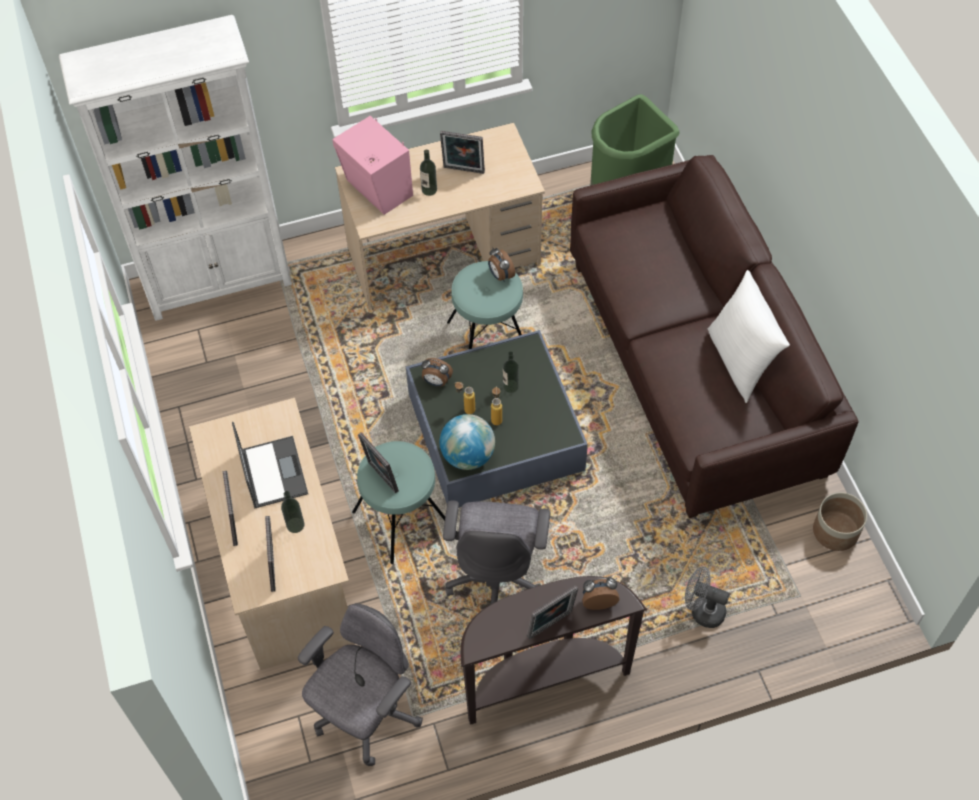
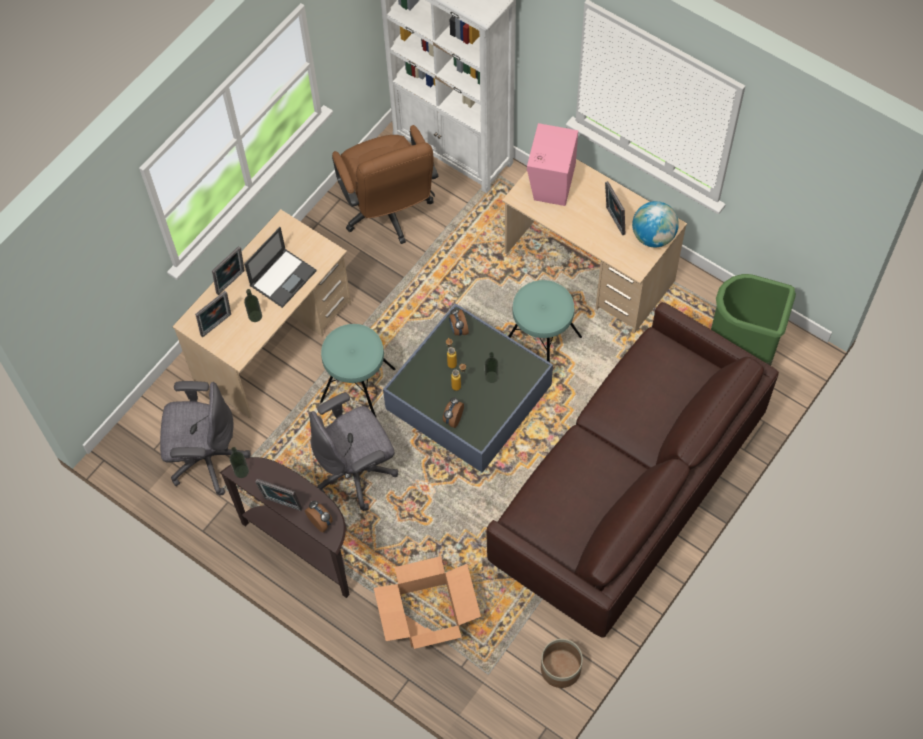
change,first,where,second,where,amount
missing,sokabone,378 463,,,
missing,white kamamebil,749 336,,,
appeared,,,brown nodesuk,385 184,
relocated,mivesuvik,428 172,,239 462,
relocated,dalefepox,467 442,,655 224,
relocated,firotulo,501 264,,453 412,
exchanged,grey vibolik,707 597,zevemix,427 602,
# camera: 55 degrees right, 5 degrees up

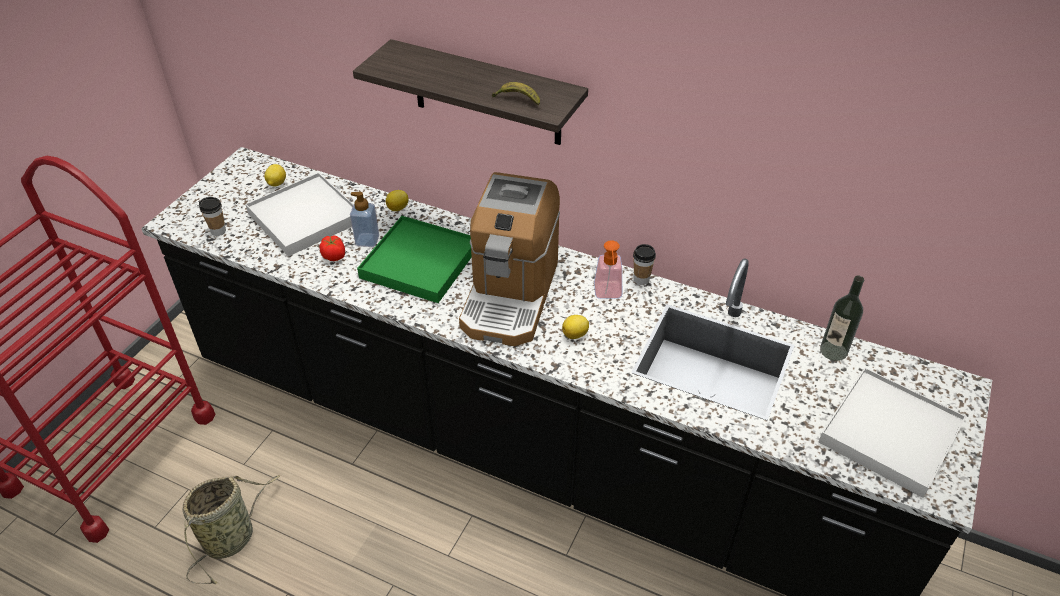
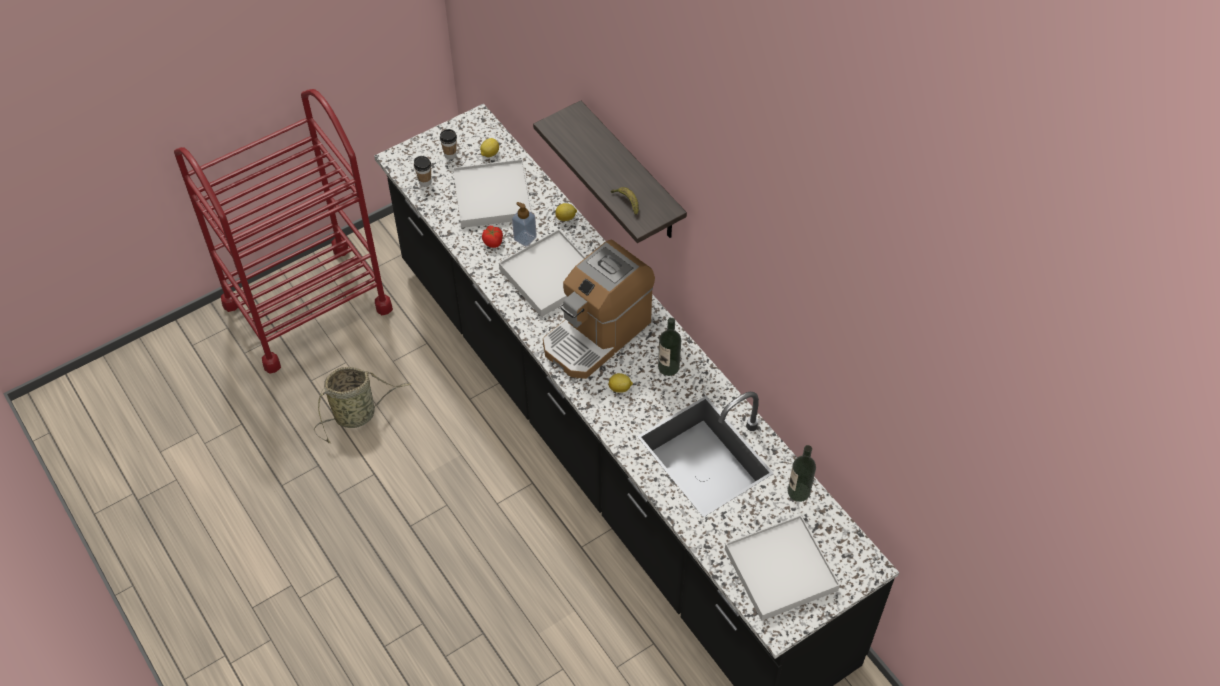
change,first,where,second,where,amount
relocated,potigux,644 264,,448 144,
exchanged,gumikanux,608 269,mivesuvik,669 347,
colour,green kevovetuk,414 259,white kevovetuk,542 273,
# camera: 30 degrees right, 10 degrees up

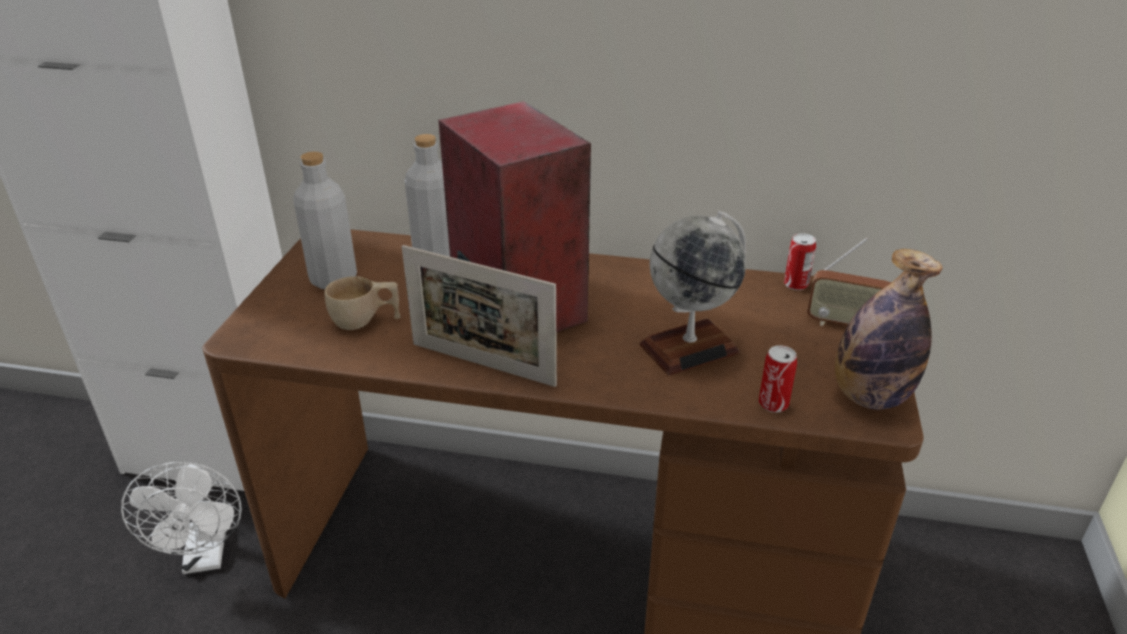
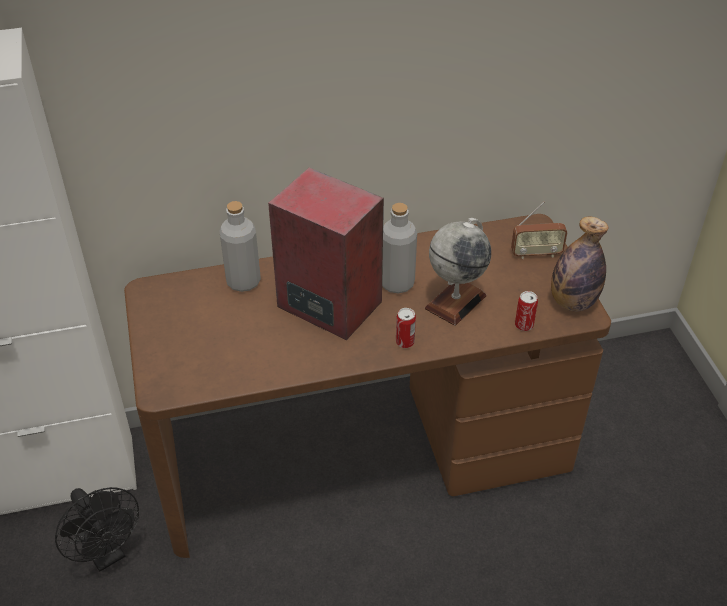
change,first,where,second,where,amount
missing,beige potigux,363 303,,,
missing,sokabone,479 316,,,
relocated,grey mivesuvik,325 220,,399 248,
relocated,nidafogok,800 261,,406 328,
colour,white vibolik,181 518,black vibolik,97 529,
# camera: 25 degrees left, 10 degrees up

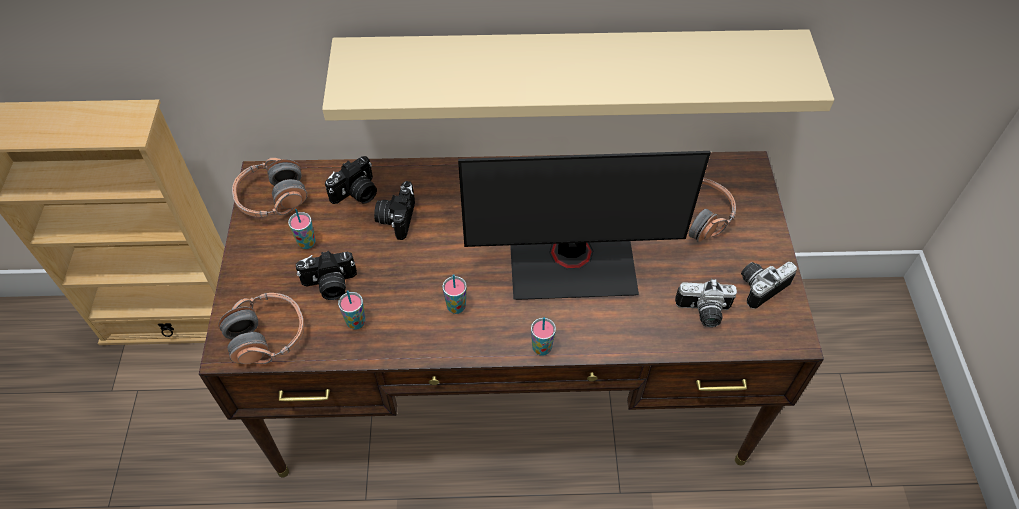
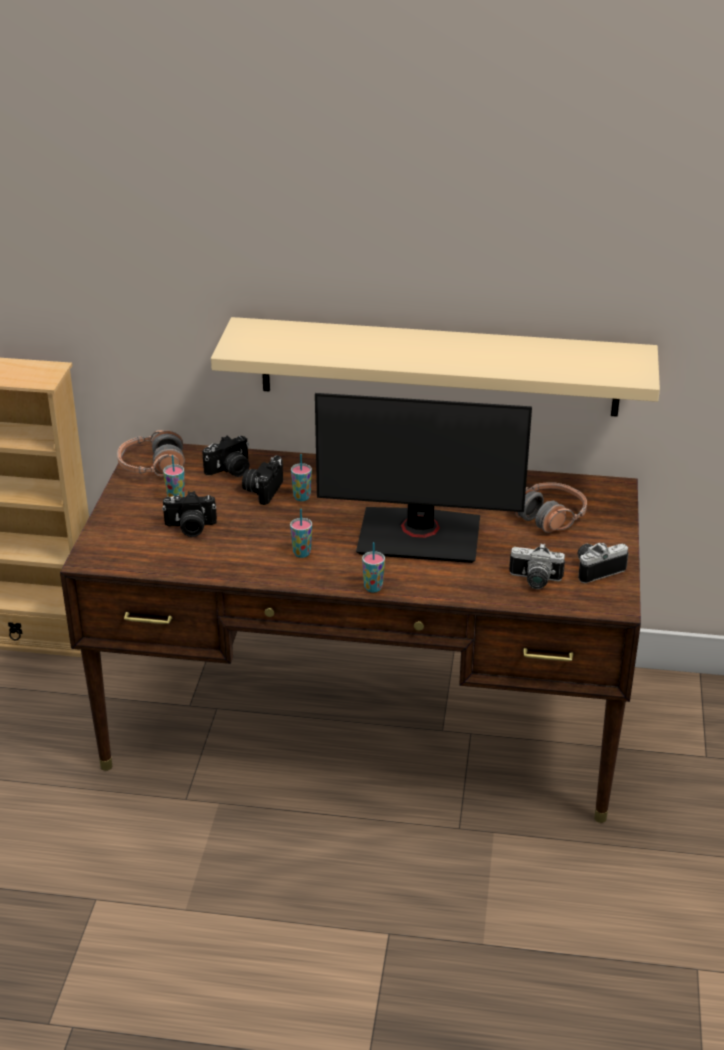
change,first,where,second,where,amount
missing,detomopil,261 328,,,
relocated,potigux,352 310,,301 477,
# camera: 10 degrees right, 20 degrees down

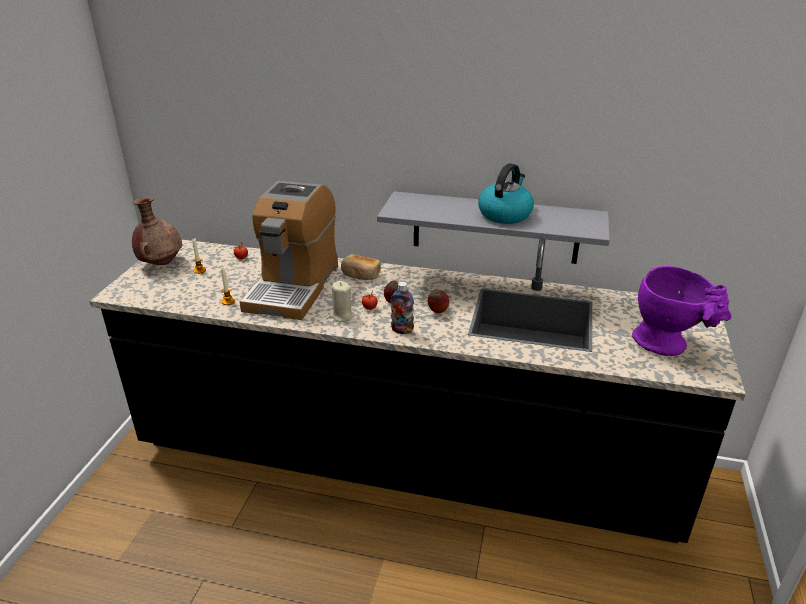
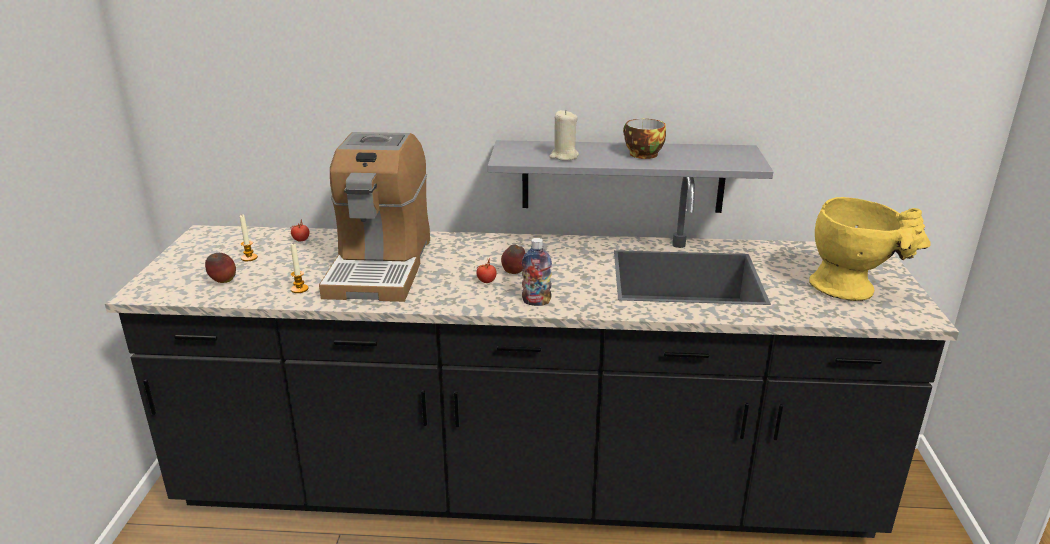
change,first,where,second,where,amount
missing,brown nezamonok,157 231,,,
missing,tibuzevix,361 267,,,
relocated,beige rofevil,342 301,,564 135,
relocated,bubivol,438 301,,220 268,
exchanged,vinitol,506 193,potigux,644 139,
colour,purple nezamonok,682 311,yellow nezamonok,870 249,
# camera: 10 degrees left, 5 degrees down

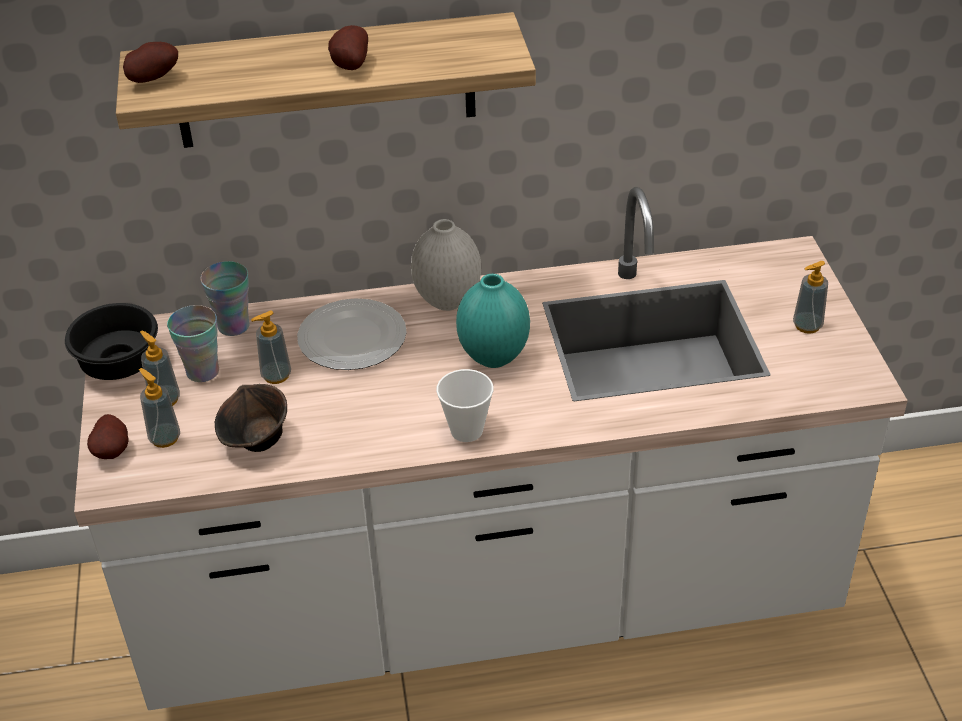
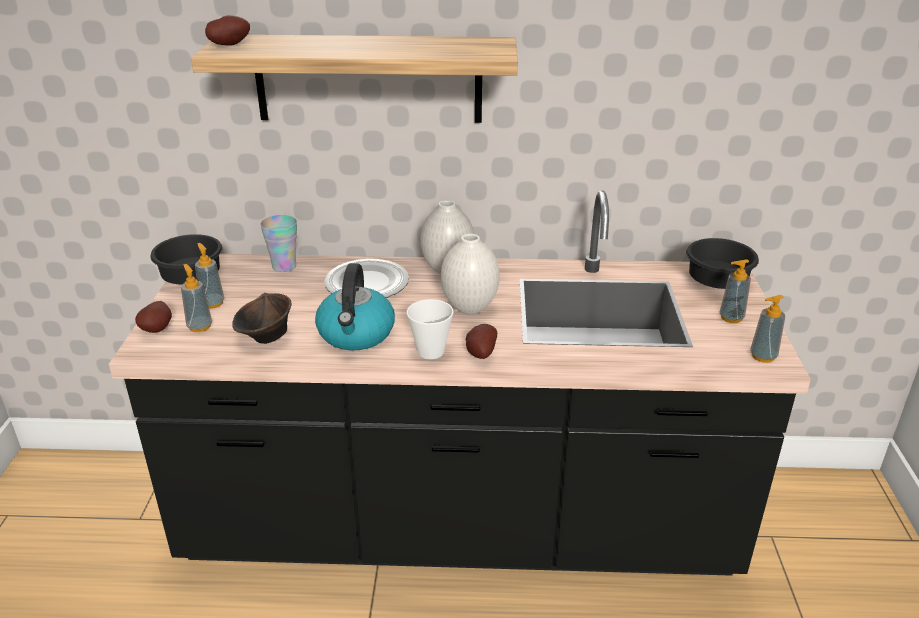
change,first,where,second,where,amount
missing,potigux,193 343,,,
appeared,,,vinitol,355 306,
appeared,,,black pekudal,722 263,
relocated,gumikanux,271 347,,767 329,
relocated,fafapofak,348 47,,481 341,
colour,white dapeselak,491 448,black dapeselak,460 383,
colour,turquoise nezamonok,493 321,white nezamonok,470 274,
# camera: 10 degrees right, 10 degrees down

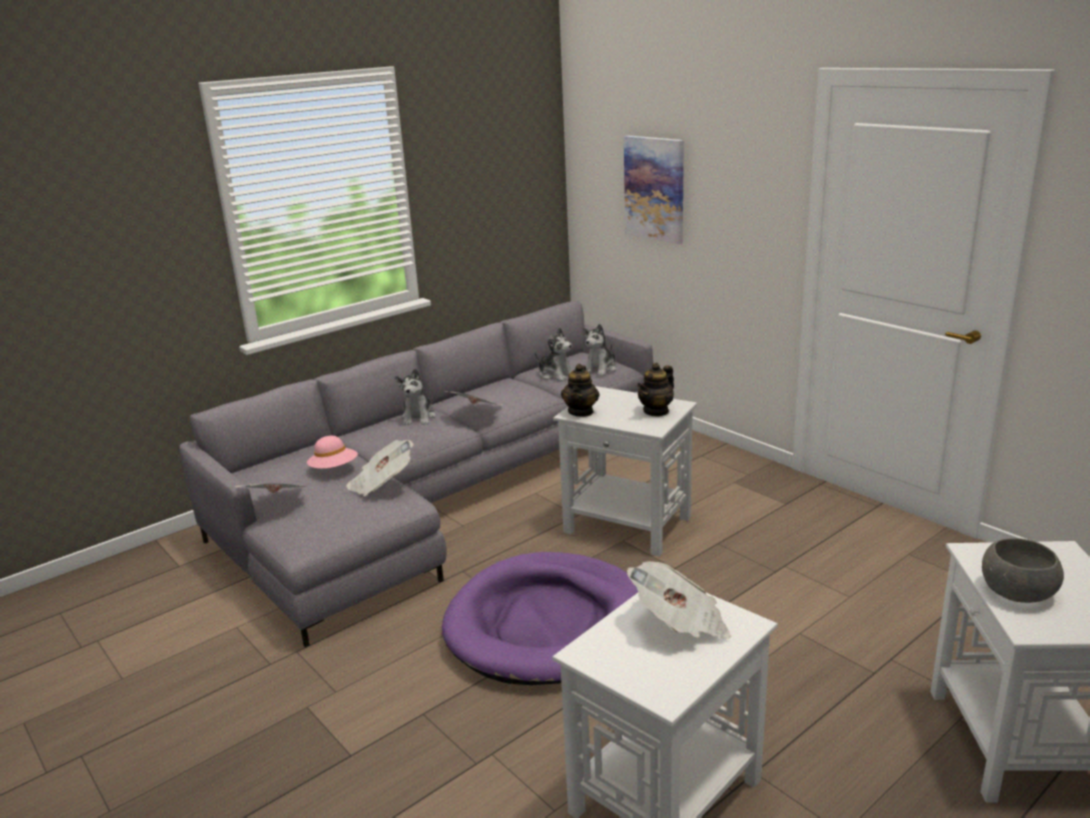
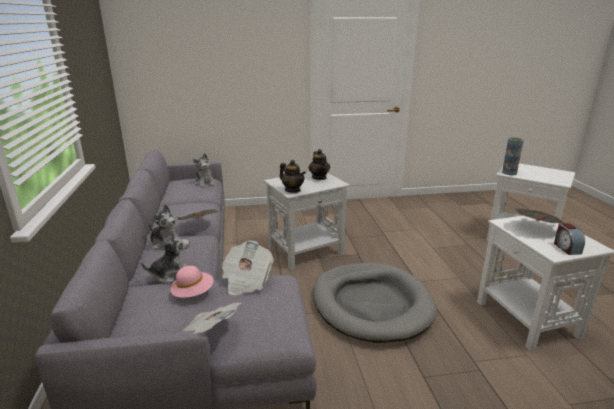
change,first,where,second,where,amount
missing,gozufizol,654 190,,,
missing,grey pekudal,1023 570,,,
appeared,,,nezamonok,513 156,
appeared,,,firotulo,569 239,
relocated,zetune,554 354,,165 256,
colour,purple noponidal,540 618,grey noponidal,375 303,
# camera: 60 degrees left, 0 degrees up

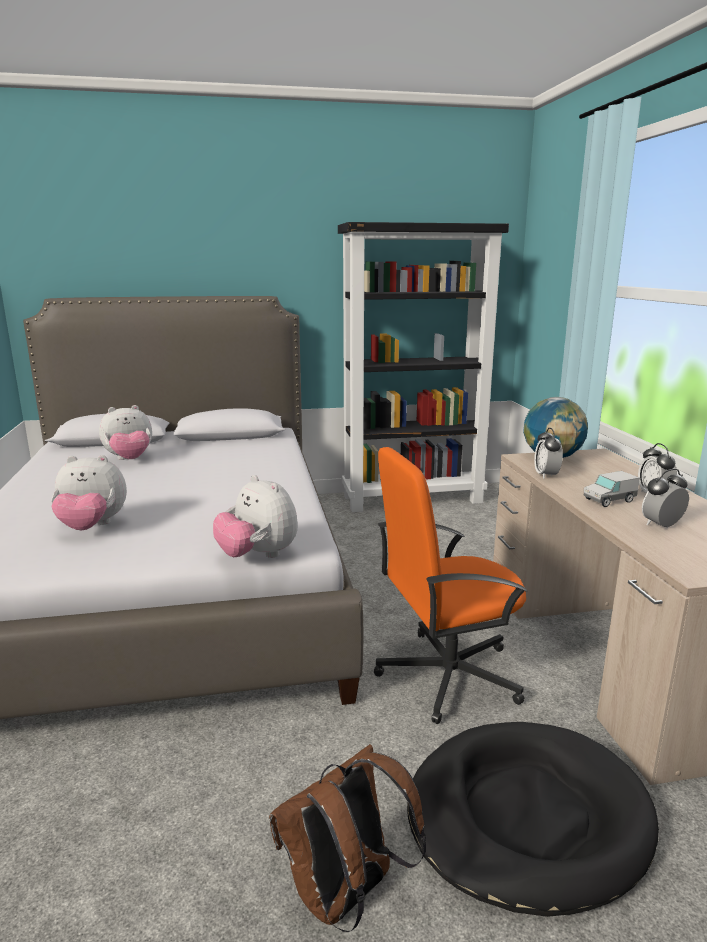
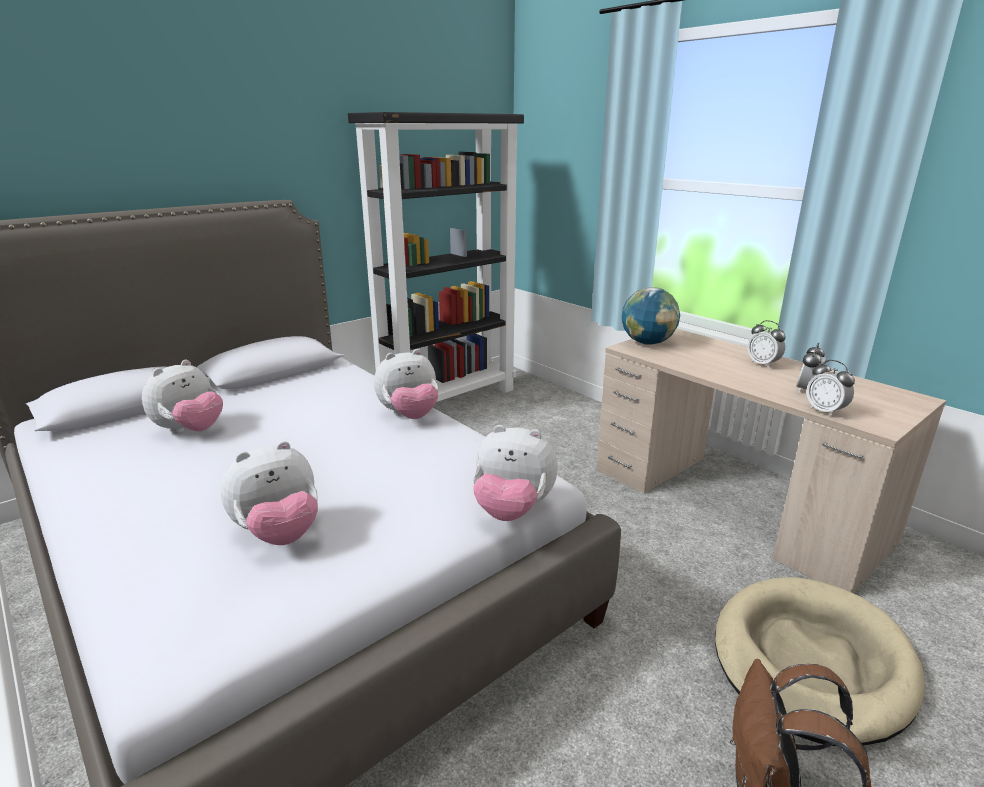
change,first,where,second,where,amount
missing,orange nodesuk,451 585,,,
missing,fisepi,612 489,,,
appeared,,,zetune,406 384,
relocated,firotulo,548 453,,830 388,
colour,black noponidal,533 819,beige noponidal,820 661,
# camera: 30 degrees left, 5 degrees up

